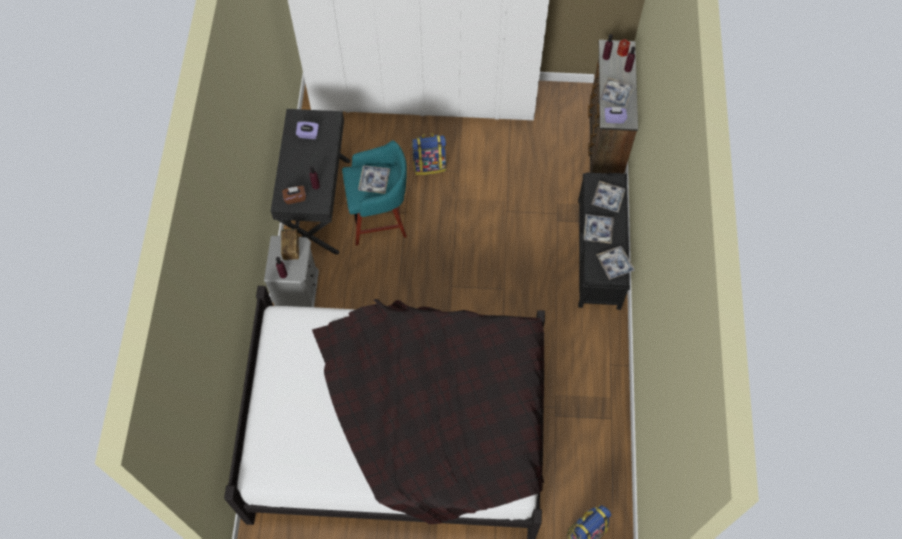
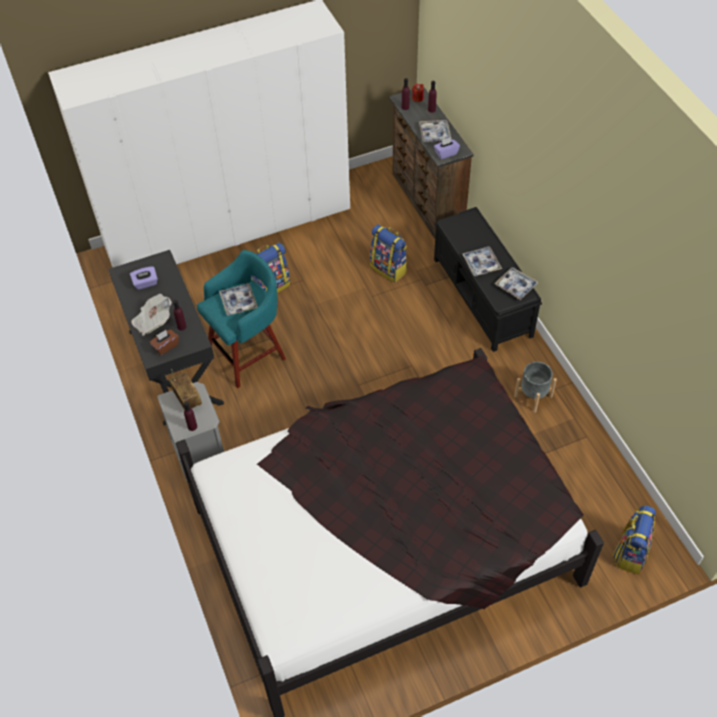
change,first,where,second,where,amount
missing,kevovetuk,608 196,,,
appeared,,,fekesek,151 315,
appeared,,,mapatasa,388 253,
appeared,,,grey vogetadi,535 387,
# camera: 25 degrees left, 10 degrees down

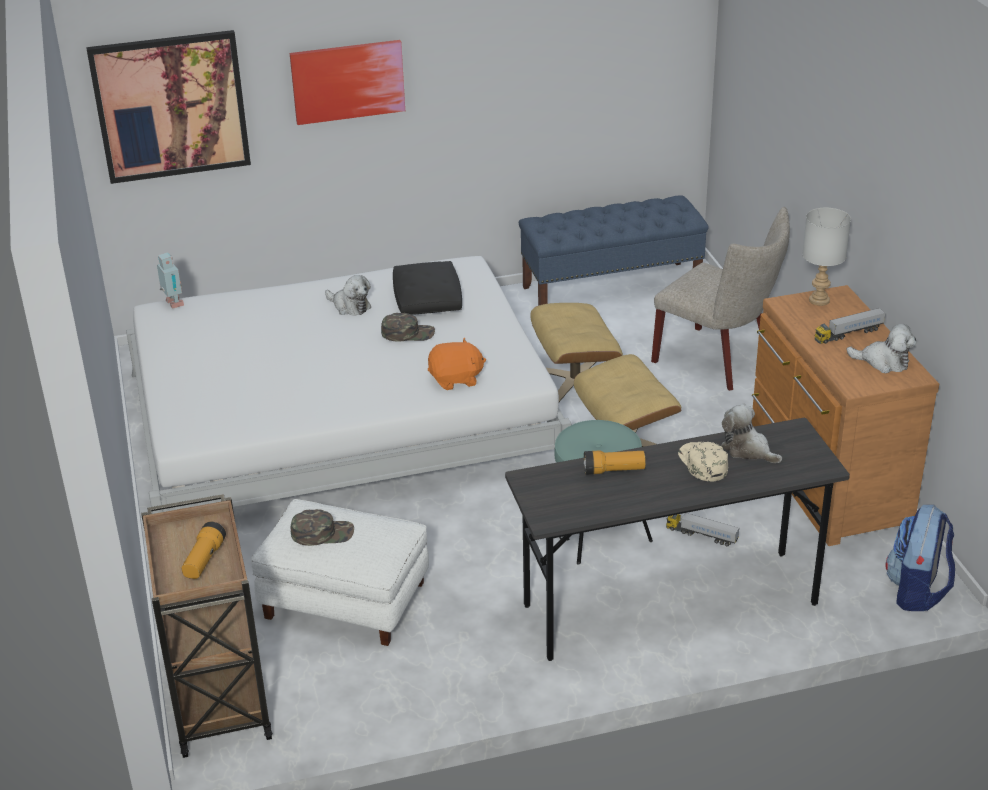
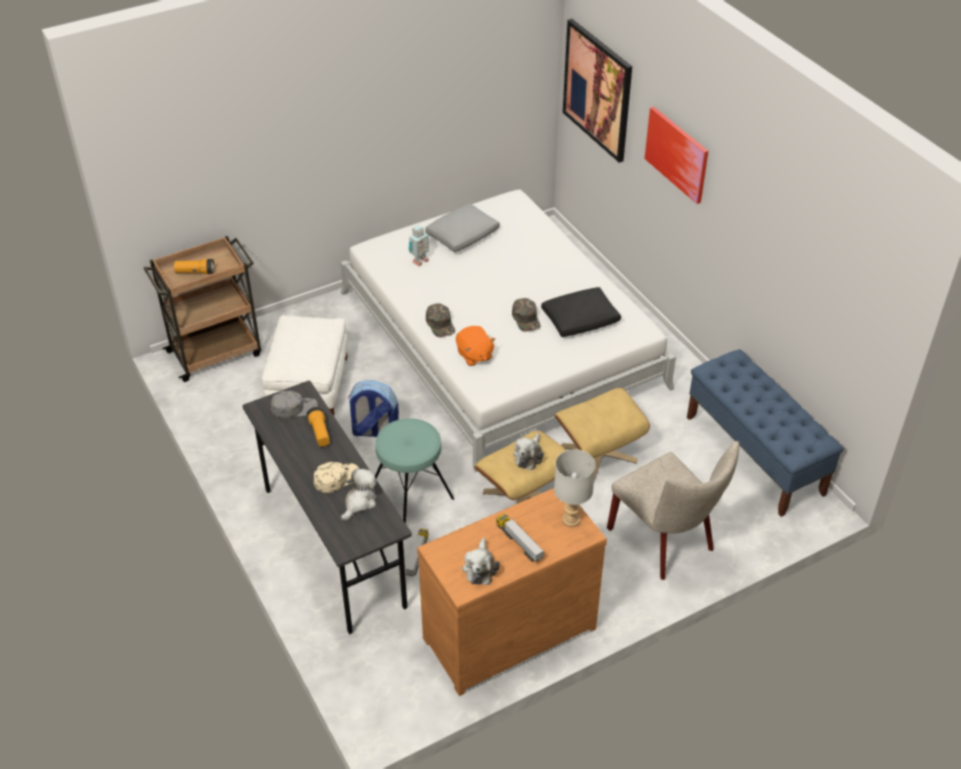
change,first,where,second,where,amount
appeared,,,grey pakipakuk,294 404,
appeared,,,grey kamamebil,462 228,
relocated,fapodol,170 280,,418 245,
relocated,green pakipakuk,322 527,,440 320,
relocated,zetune,348 295,,529 451,
relocated,mapatasa,920 558,,373 408,
spun,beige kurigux,720 299,,673 510,60 degrees counterclockwise
# camera: 75 degrees right, 10 degrees up

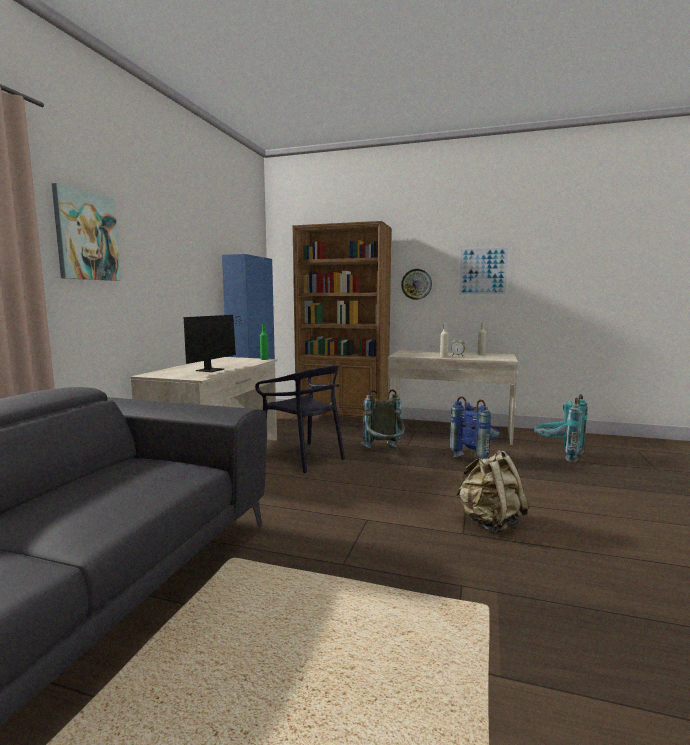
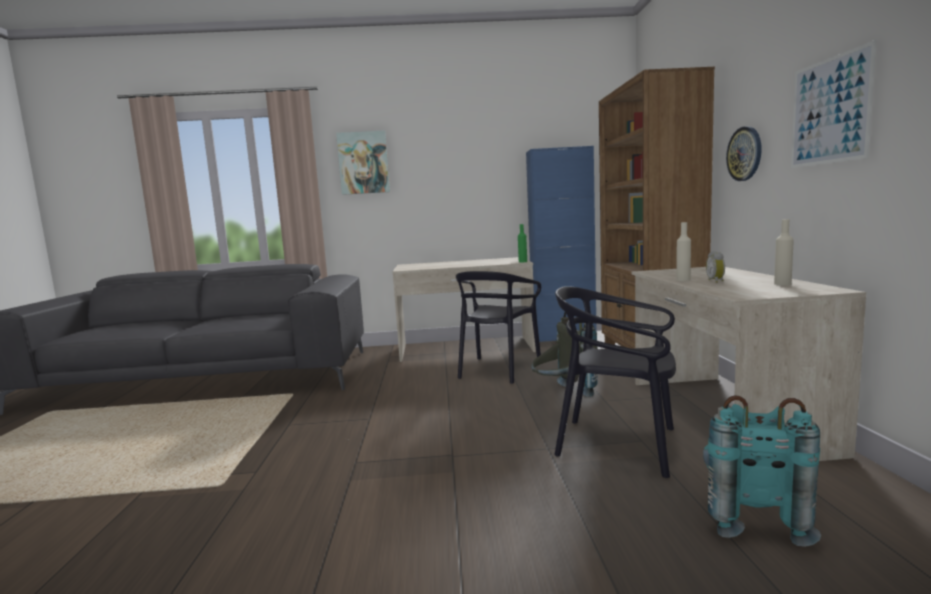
change,first,where,second,where,amount
missing,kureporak,215 343,,,
missing,beige mapatasa,492 491,,,
exchanged,blue mapatasa,475 427,black kurigux,615 382,
# camera: 70 degrees right, 0 degrees up

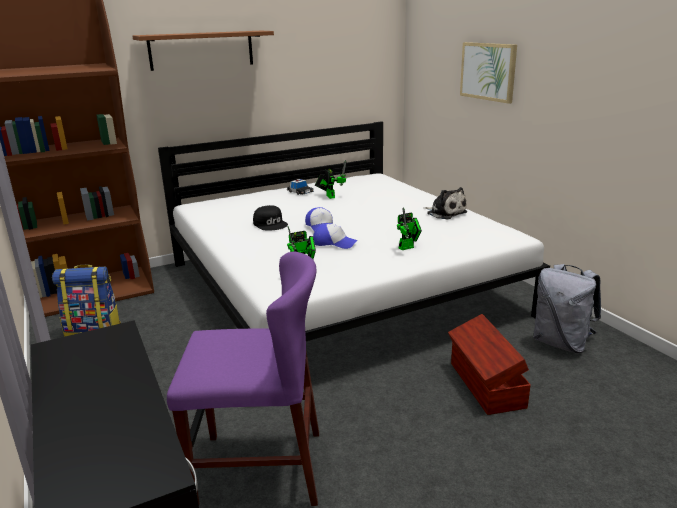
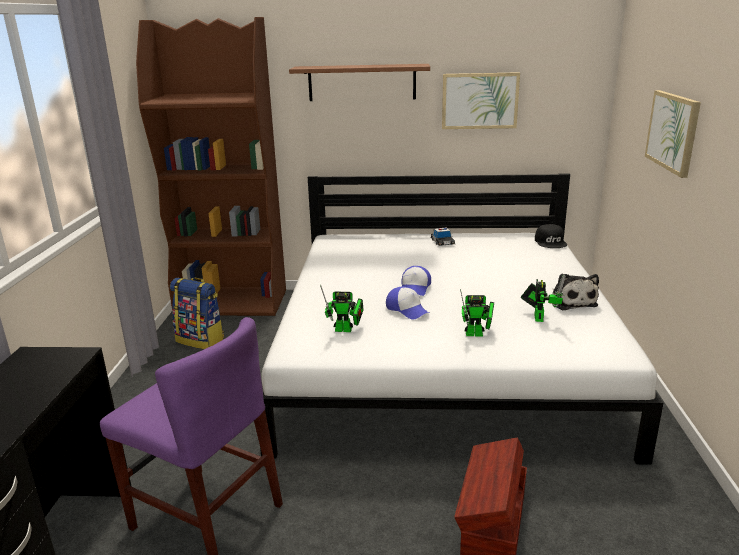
change,first,where,second,where,amount
missing,grey mapatasa,567 308,,,
appeared,,,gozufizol,481 100,
relocated,black pakipakuk,270 218,,551 236,
relocated,fapodol,331 179,,543 298,
# camera: 30 degrees right, 0 degrees up

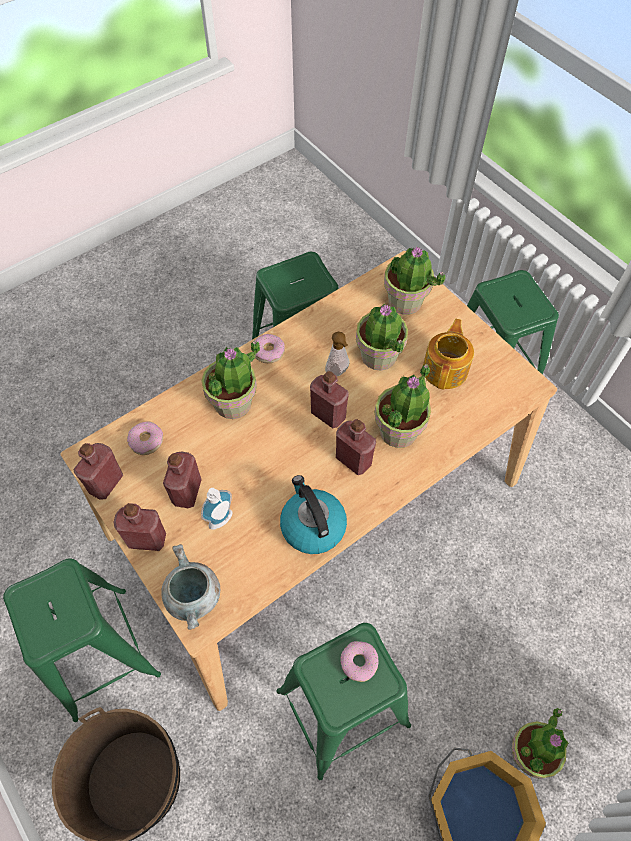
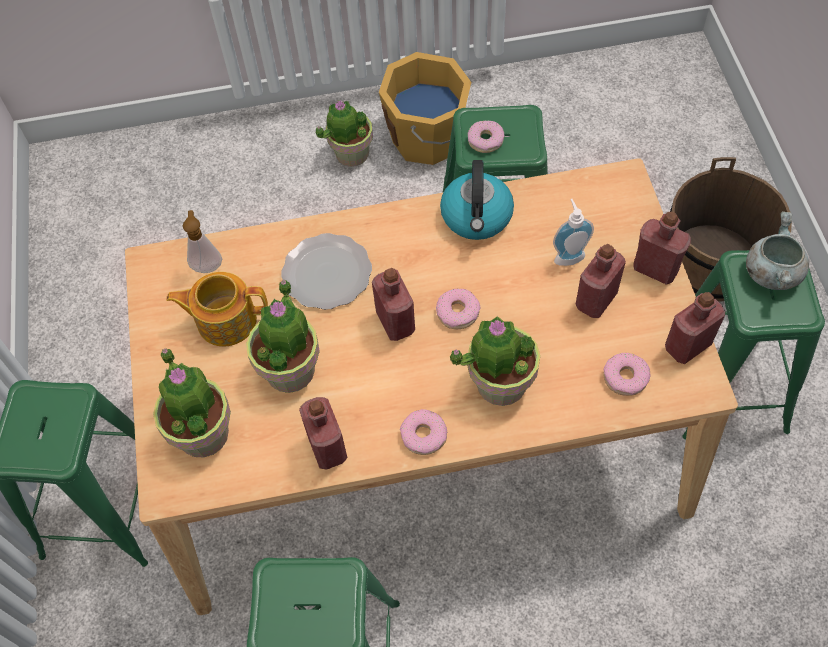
change,first,where,second,where,amount
appeared,,,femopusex,458 308,
relocated,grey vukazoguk,190 587,,777 250,
relocated,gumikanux,337 354,,202 241,
relocated,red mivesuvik,356 447,,323 433,
exchanged,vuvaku,403 406,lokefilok,326 271,
spun,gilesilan,448 354,,217 309,45 degrees clockwise
# camera: 150 degrees left, 0 degrees up

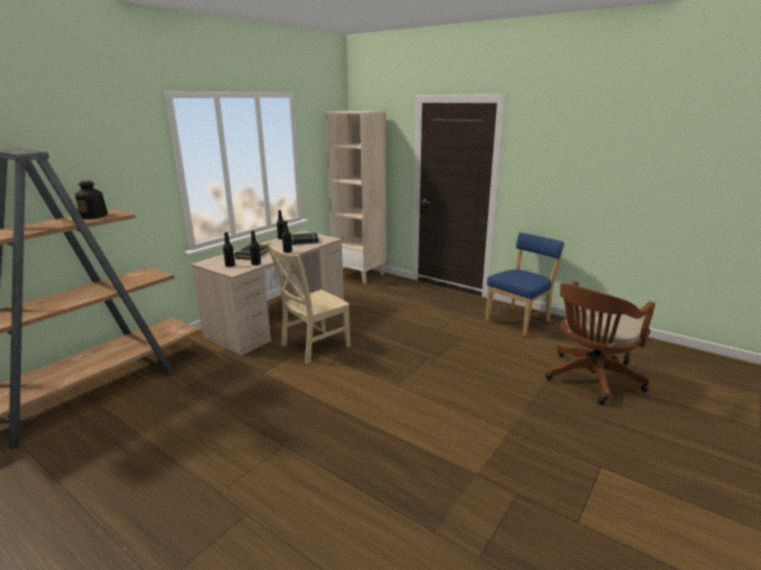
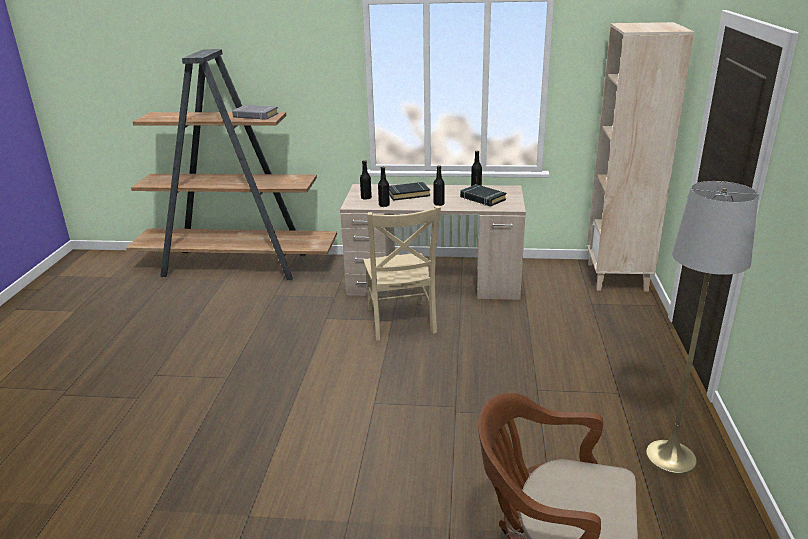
change,first,where,second,where,amount
exchanged,mivesuvik,91 199,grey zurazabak,255 112,
exchanged,blue kurigux,524 284,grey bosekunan,702 328,
spun,beige kurigux,308 303,,402 273,120 degrees counterclockwise
# camera: 60 degrees right, 5 degrees up

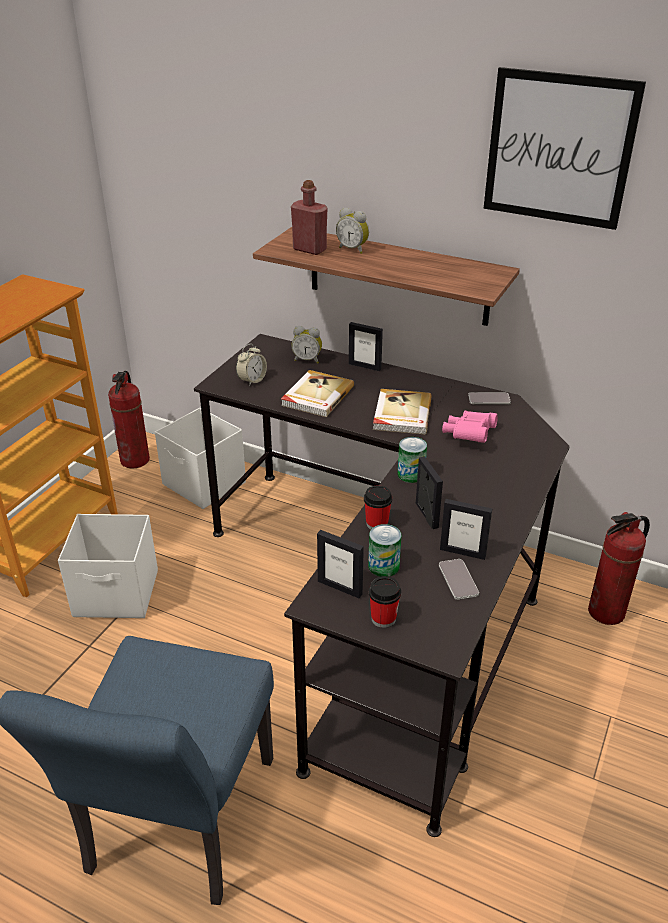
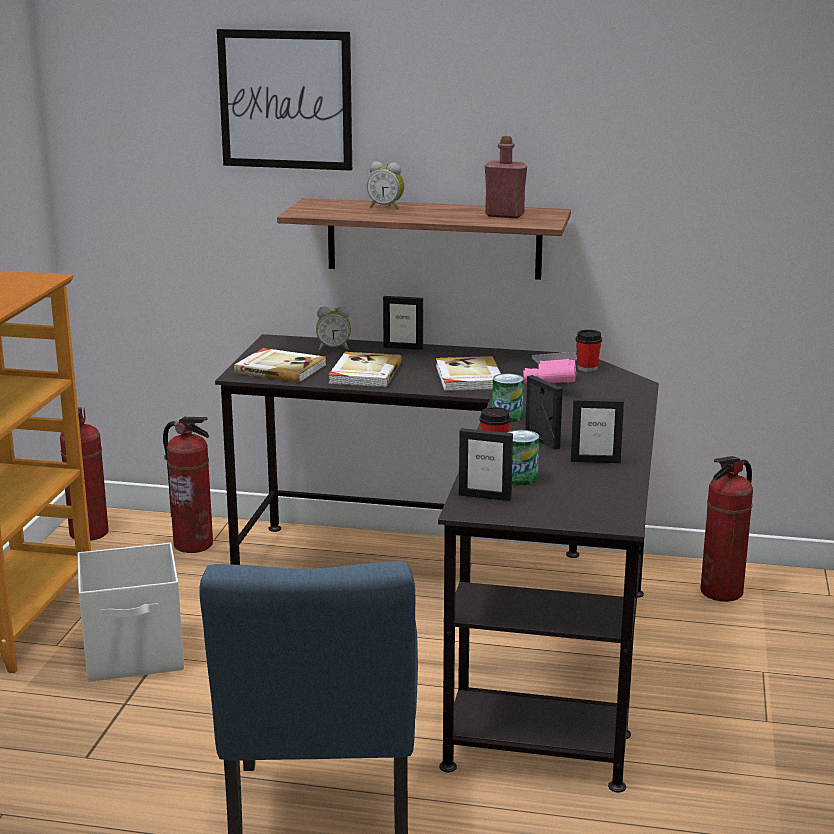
change,first,where,second,where,amount
missing,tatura,459 579,,,
relocated,red mivesuvik,309 217,,506 177,
relocated,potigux,385 602,,589 351,
relocated,gozufizol,565 148,,284 100,
exchanged,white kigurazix,200 458,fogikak,188 484,
exchanged,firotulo,251 365,zurazabak,280 365,
# camera: 15 degrees left, 15 degrees down

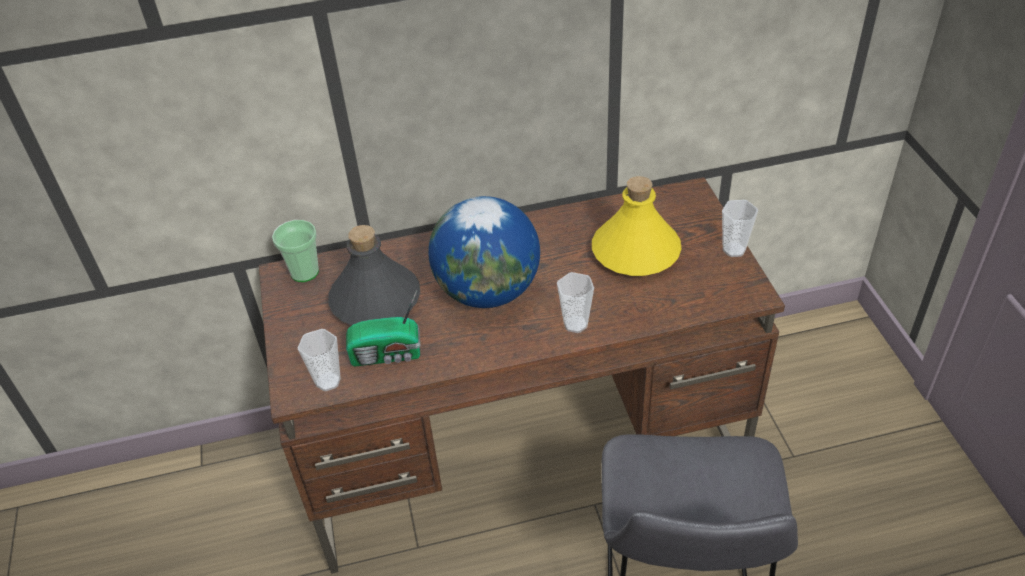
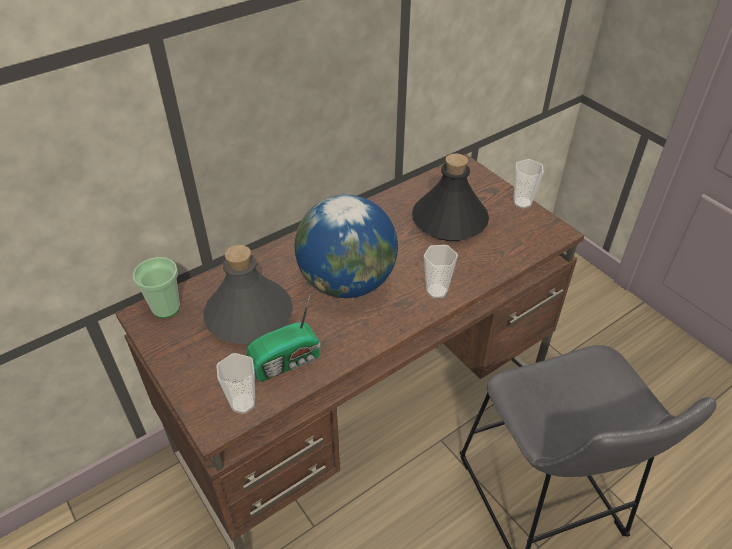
change,first,where,second,where,amount
colour,yellow mivesuvik,636 226,black mivesuvik,450 197,
# camera: 25 degrees left, 0 degrees up

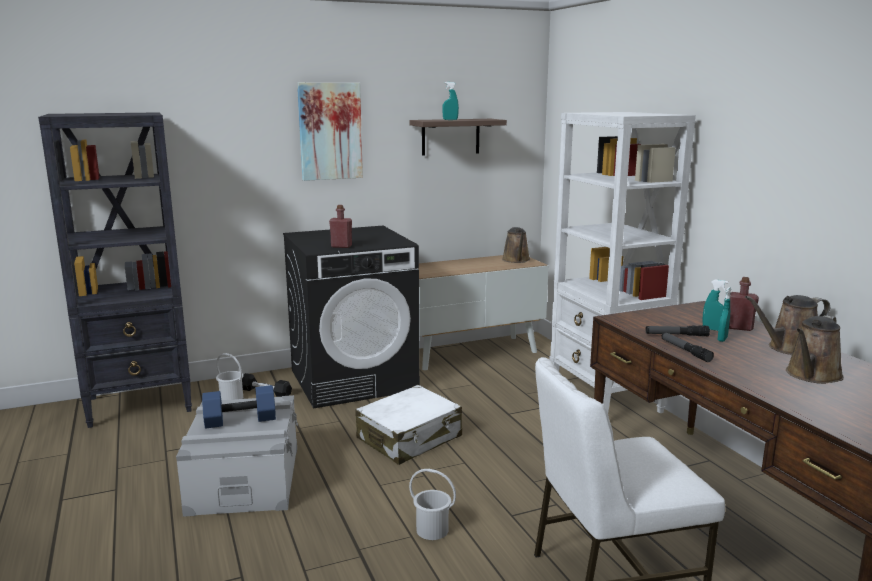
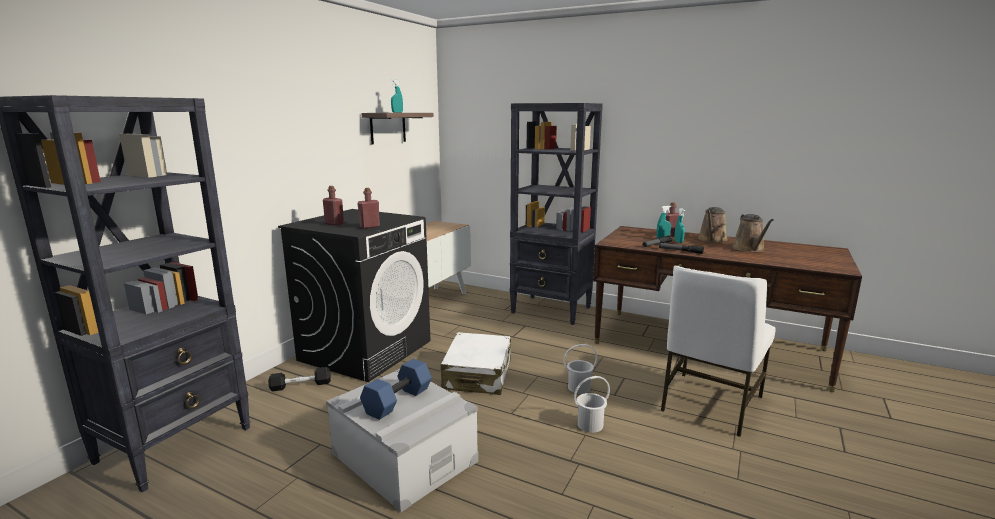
change,first,where,second,where,amount
missing,gozufizol,330 132,,,
missing,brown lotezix,516 245,,,
appeared,,,red mivesuvik,333 206,
relocated,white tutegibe,230 376,,581 369,
colour,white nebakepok,623 262,black nebakepok,556 214,
# camera: 40 degrees left, 0 degrees up

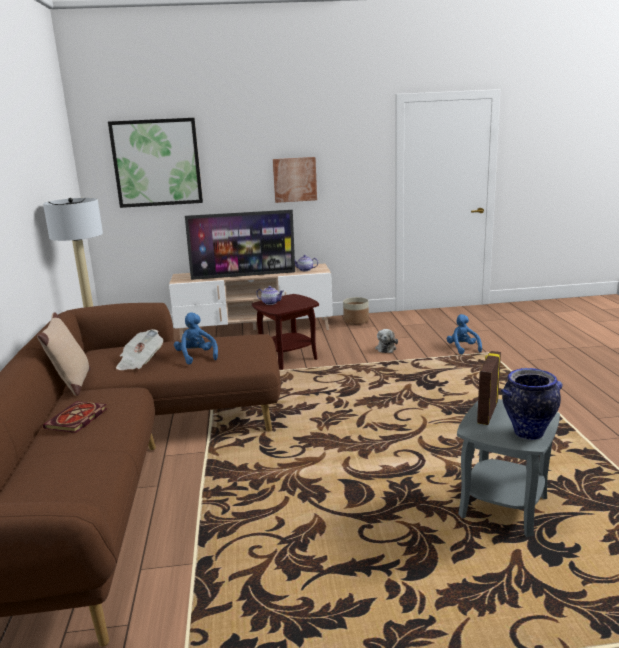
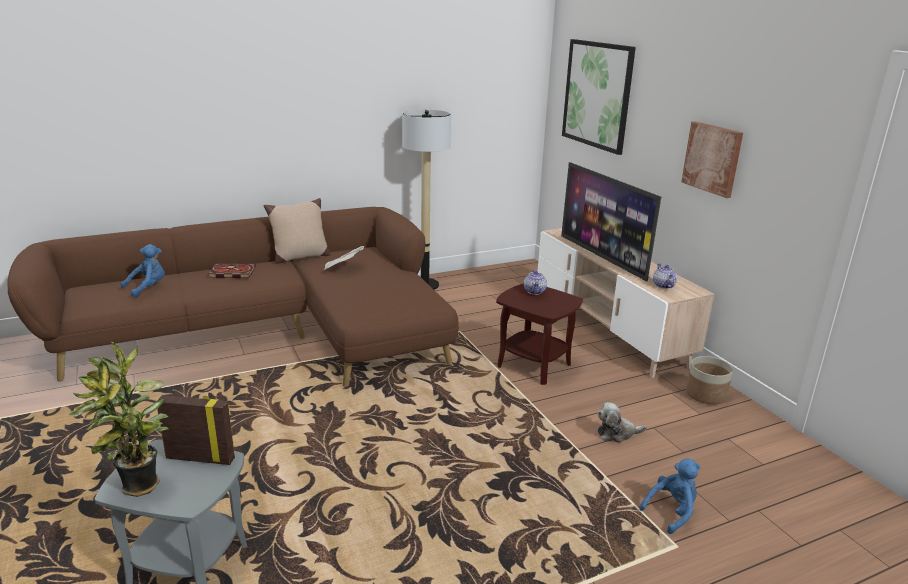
change,first,where,second,where,amount
relocated,blue zetune,196 338,,143 271,
exchanged,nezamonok,532 404,vuvaku,118 419,
# camera: 70 degrees right, 5 degrees up

